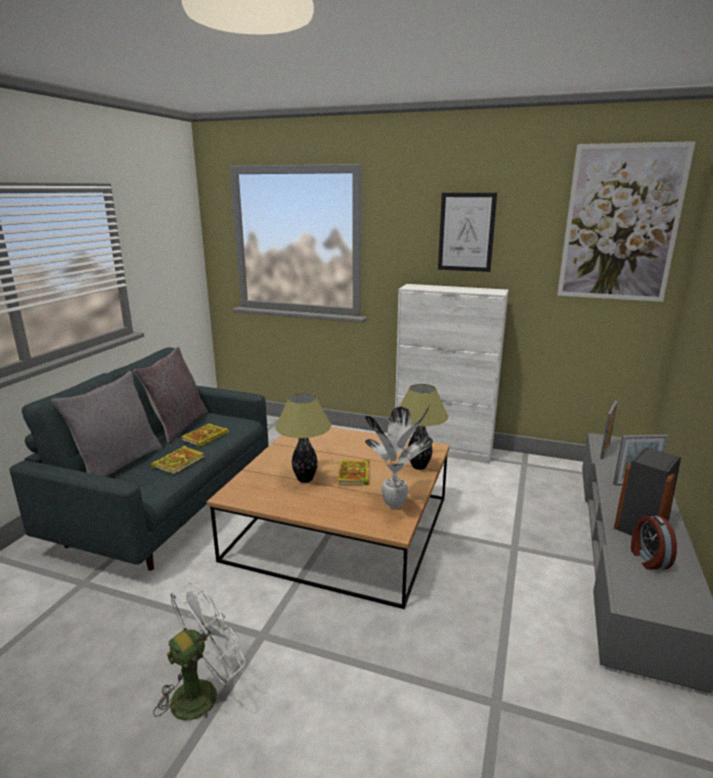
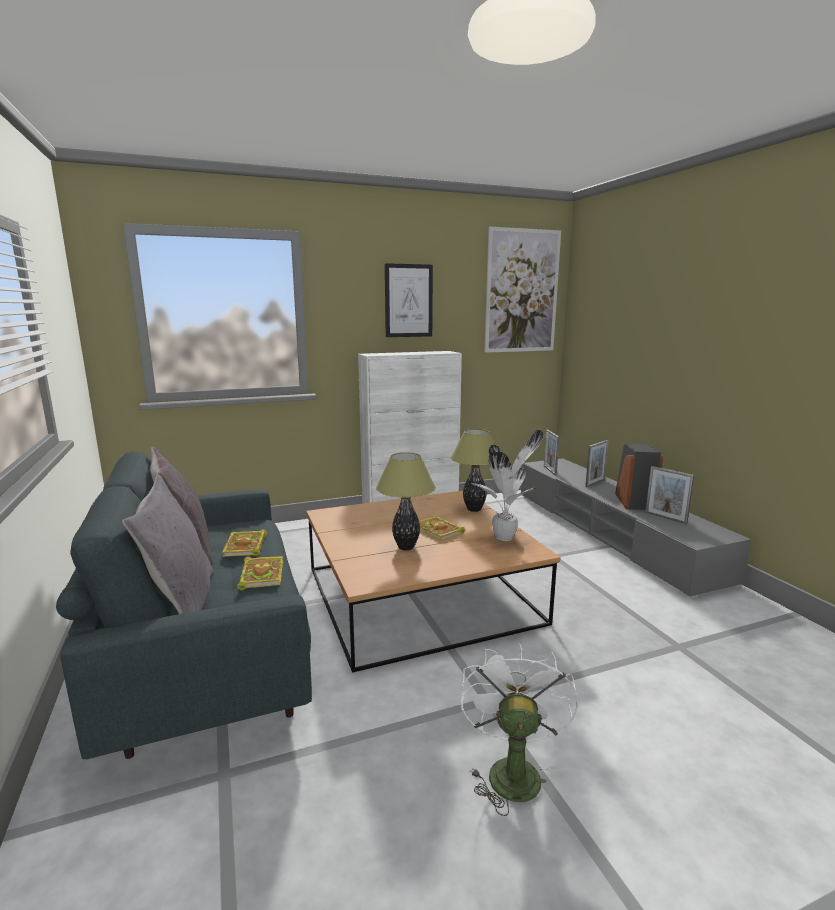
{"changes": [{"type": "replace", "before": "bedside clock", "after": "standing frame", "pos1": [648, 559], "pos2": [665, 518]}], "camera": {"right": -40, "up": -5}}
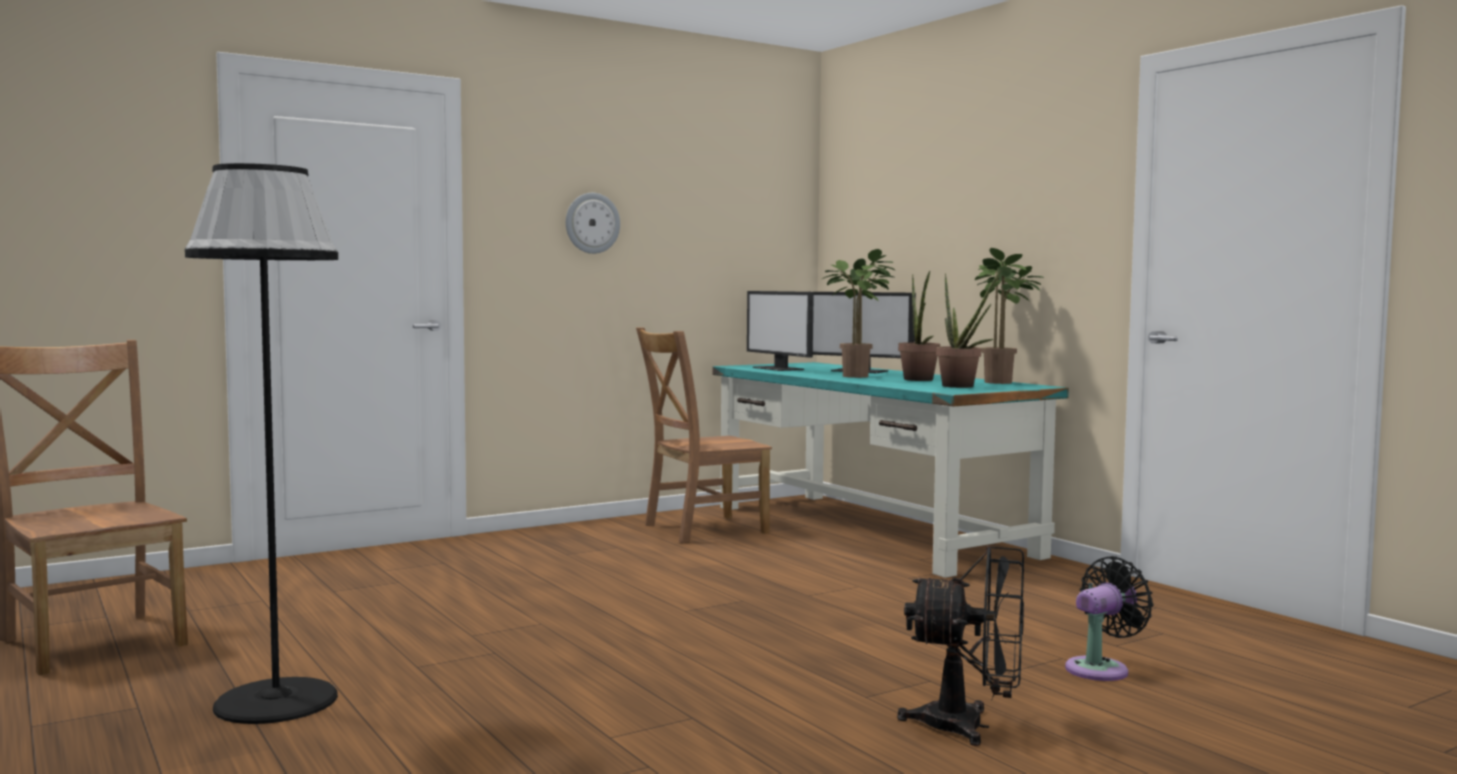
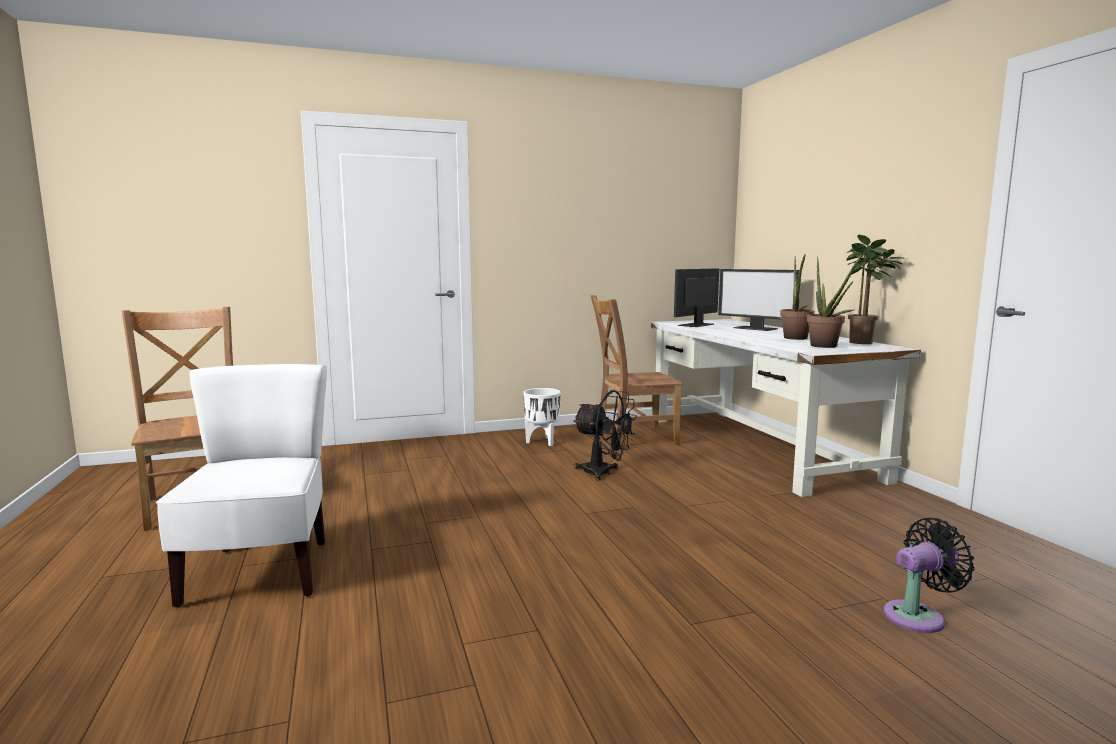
{"changes": [{"type": "replace", "before": "blackish standard lamp", "after": "whitish plain chair", "pos1": [276, 701], "pos2": [261, 572]}, {"type": "delete", "before": "wall clock", "pos1": [592, 223]}, {"type": "recolor", "before": "turquoise desk table", "after": "whitish desk table", "pos1": [871, 530], "pos2": [757, 447]}, {"type": "rotate", "before": "monitor", "pos1": [779, 368], "pos2": [696, 325], "turn": 60}, {"type": "delete", "before": "potted plant", "pos1": [860, 376]}, {"type": "move", "before": "blackish cooling fan", "pos1": [970, 726], "pos2": [604, 473]}, {"type": "insert", "after": "whitish flower pot", "pos2": [542, 442]}], "camera": {"right": 15, "up": 5}}
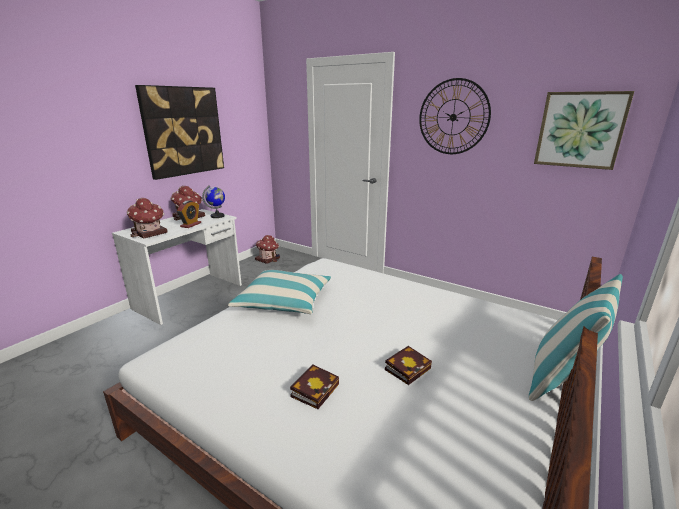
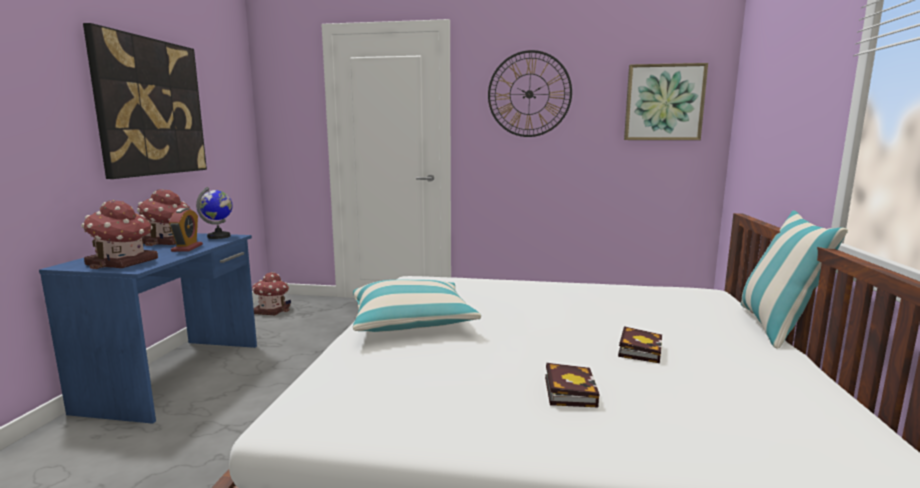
{"changes": [{"type": "recolor", "before": "whitish desk table", "after": "blue-coloured desk table", "pos1": [190, 296], "pos2": [177, 375]}], "camera": {"right": -25, "up": -10}}
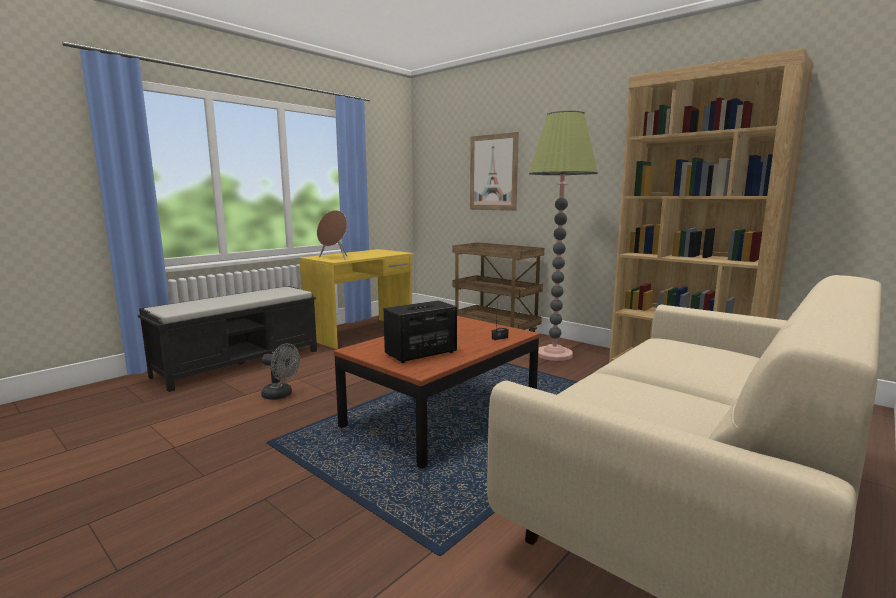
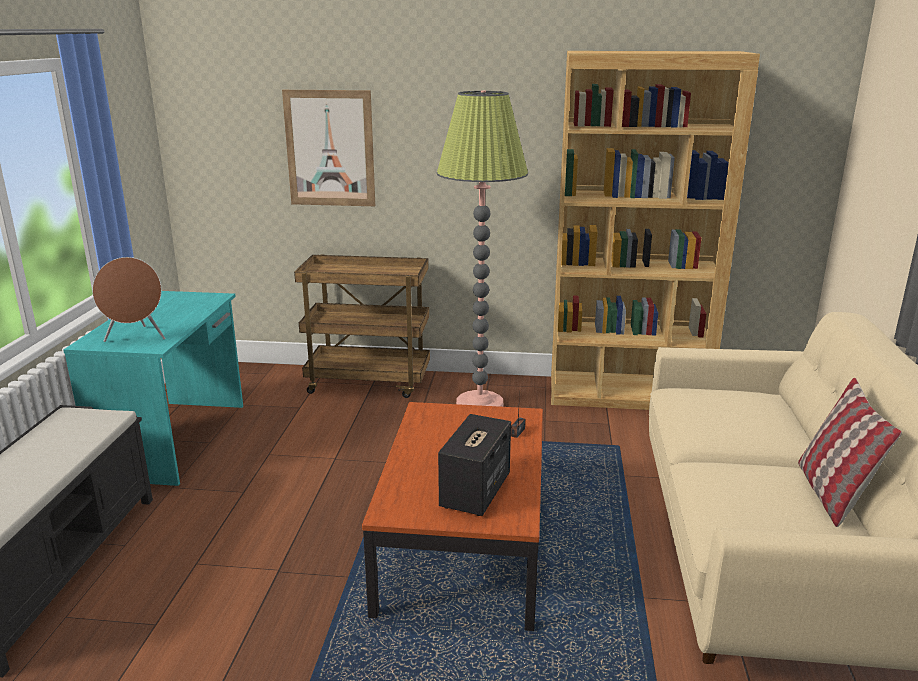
{"changes": [{"type": "delete", "before": "gray cooling fan", "pos1": [281, 395]}, {"type": "recolor", "before": "yellow desk table", "after": "turquoise desk table", "pos1": [361, 333], "pos2": [176, 439]}, {"type": "insert", "after": "throw pillow", "pos2": [832, 494]}], "camera": {"right": -35, "up": 10}}
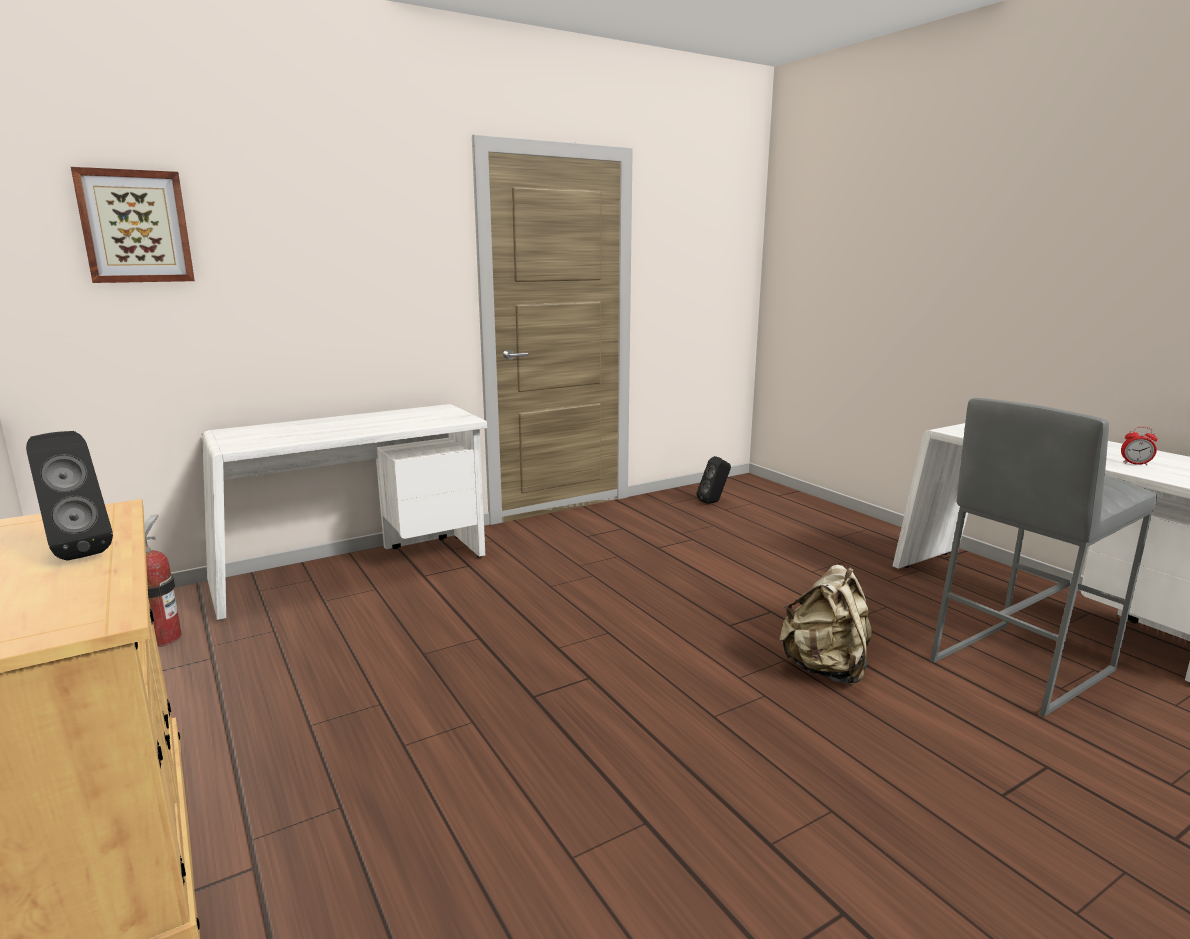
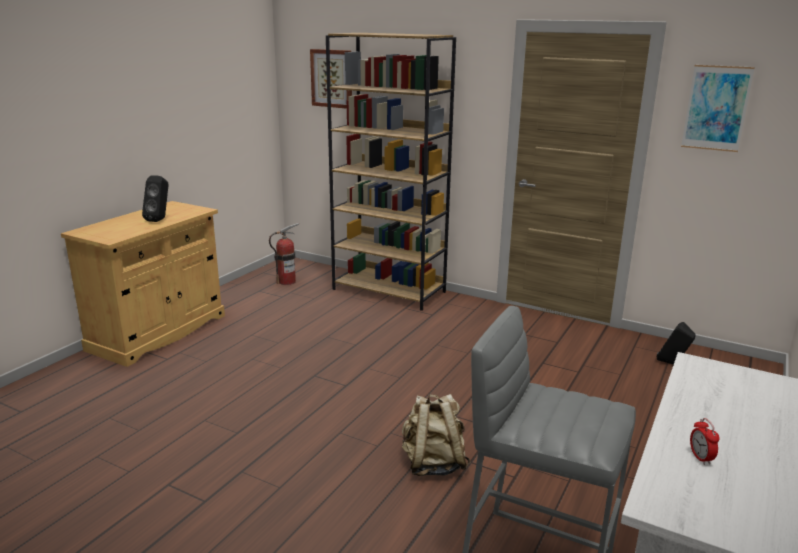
{"changes": [{"type": "replace", "before": "whitish desk table", "after": "brownish shelving unit", "pos1": [354, 570], "pos2": [389, 290]}, {"type": "insert", "after": "wall picture", "pos2": [716, 108]}], "camera": {"right": 60, "up": 5}}
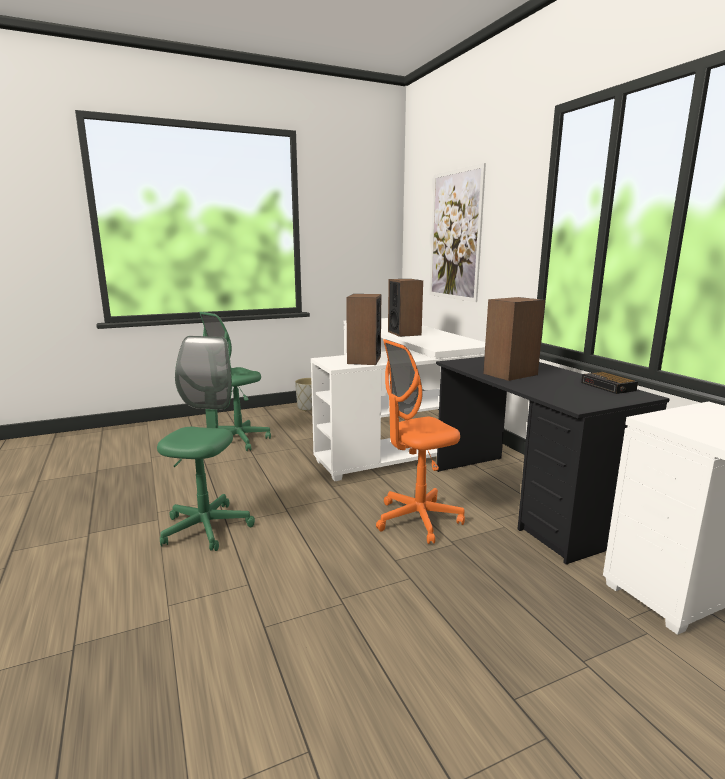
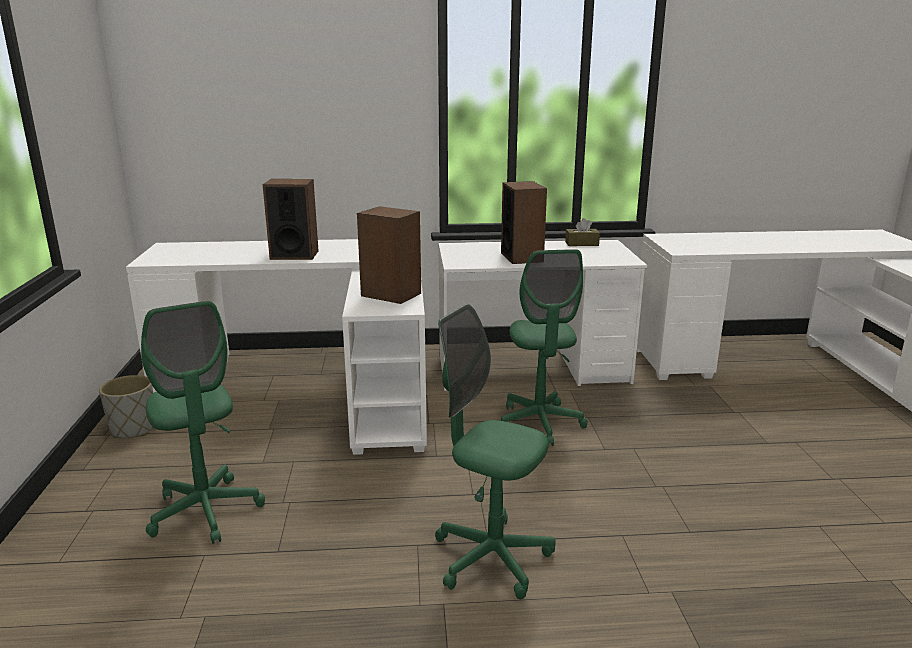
{"changes": [{"type": "recolor", "before": "orange-coloured office chair", "after": "greenish office chair", "pos1": [417, 520], "pos2": [539, 423]}, {"type": "delete", "before": "wall picture", "pos1": [455, 235]}, {"type": "recolor", "before": "blackish desk table", "after": "whitish desk table", "pos1": [525, 501], "pos2": [532, 370]}, {"type": "replace", "before": "bedside clock", "after": "brownish tissue holder", "pos1": [609, 387], "pos2": [581, 244]}], "camera": {"right": -70, "up": 5}}
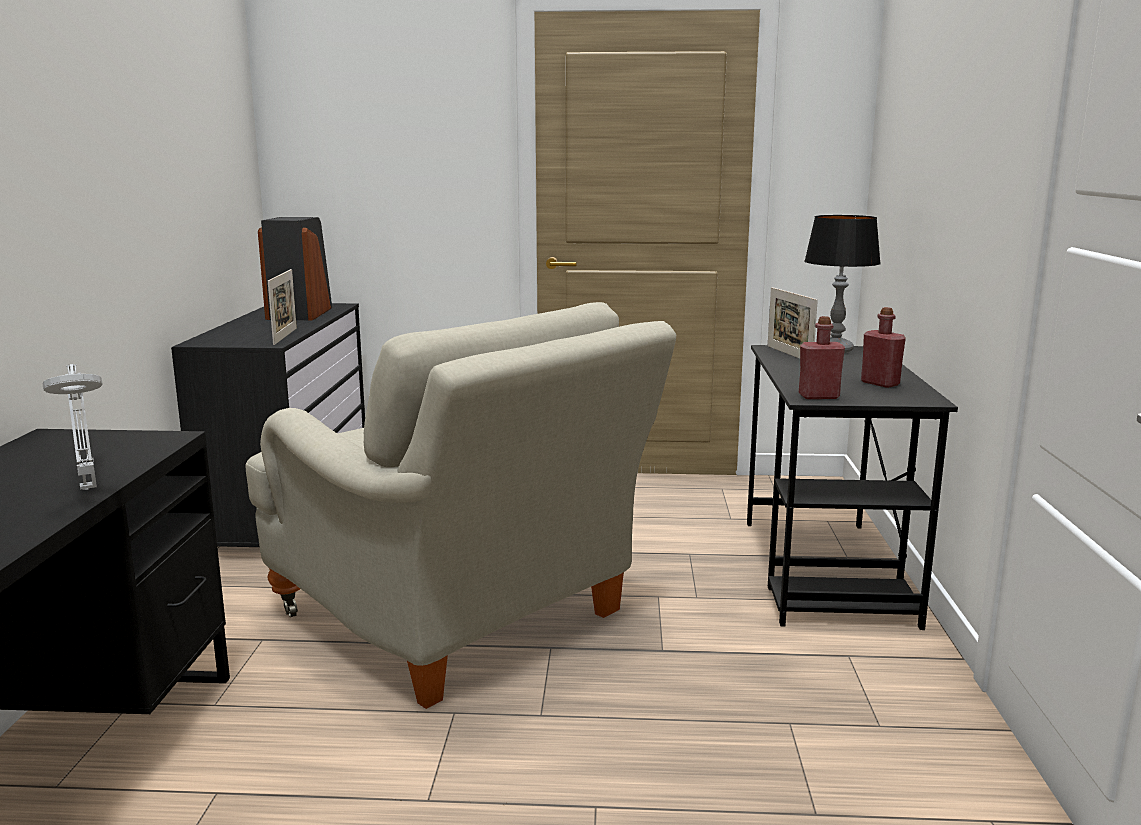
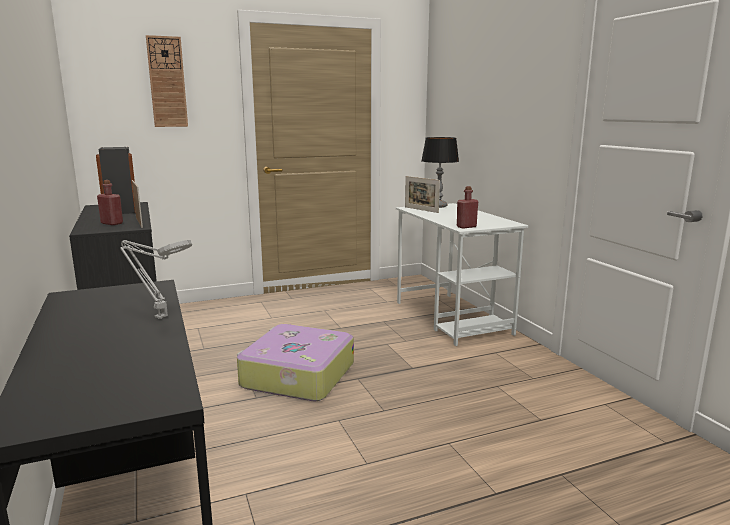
{"changes": [{"type": "replace", "before": "beige armchair", "after": "piece of luggage", "pos1": [461, 620], "pos2": [296, 375]}, {"type": "recolor", "before": "blackish desk table", "after": "whitish desk table", "pos1": [825, 571], "pos2": [452, 318]}, {"type": "move", "before": "reddish drink bottle", "pos1": [880, 383], "pos2": [112, 223]}, {"type": "insert", "after": "wall clock", "pos2": [167, 82]}], "camera": {"right": -25, "up": 0}}
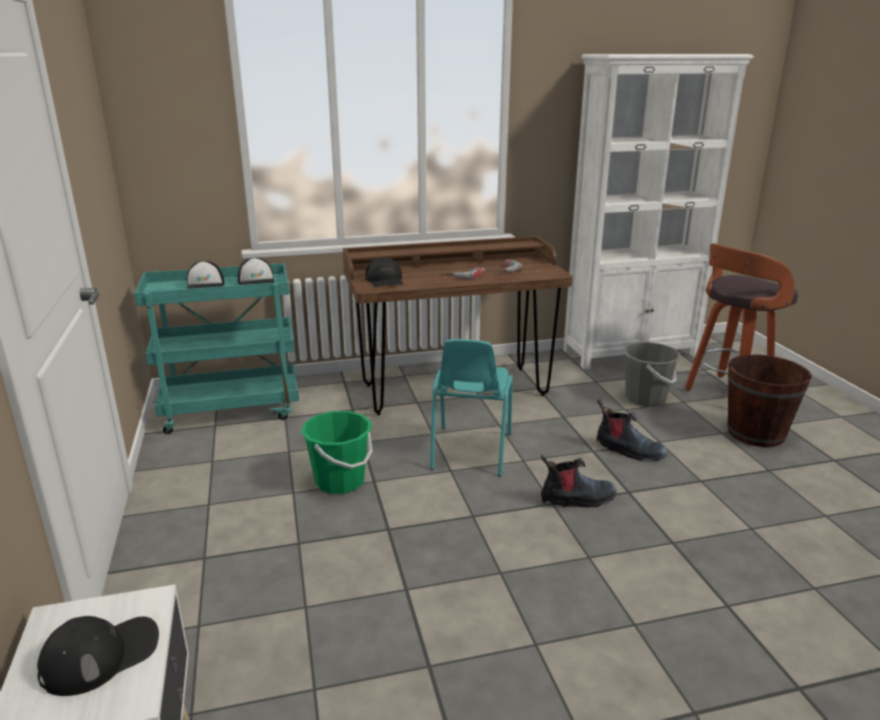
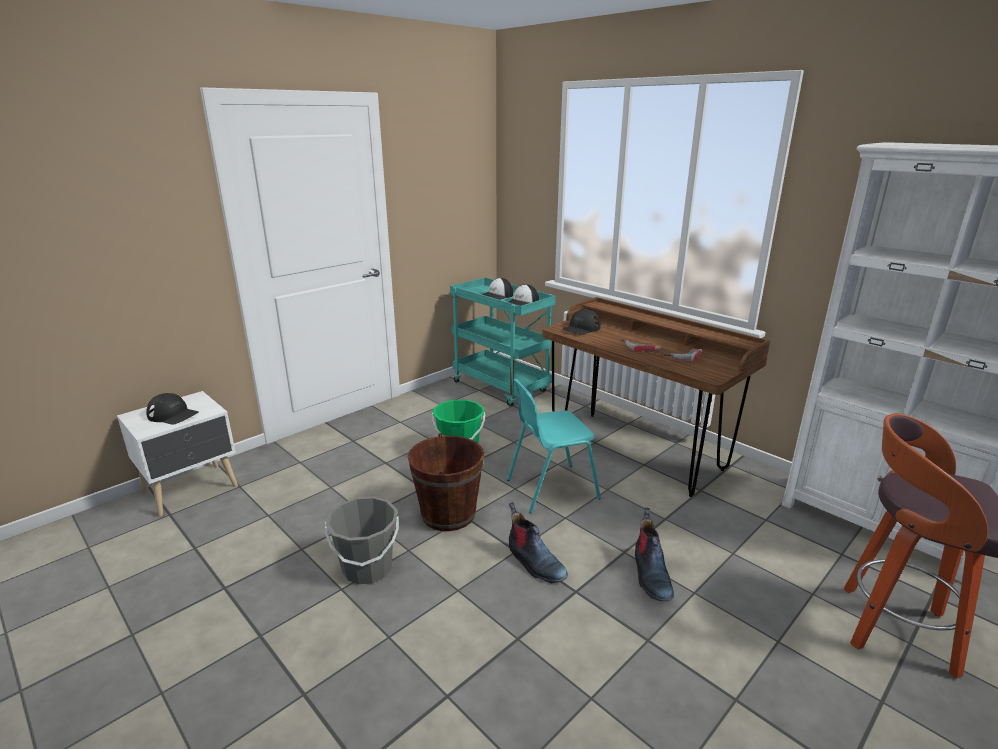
{"changes": [{"type": "move", "before": "gray bucket", "pos1": [645, 398], "pos2": [367, 568]}, {"type": "move", "before": "brownish bucket", "pos1": [756, 433], "pos2": [448, 514]}], "camera": {"right": 60, "up": 0}}
